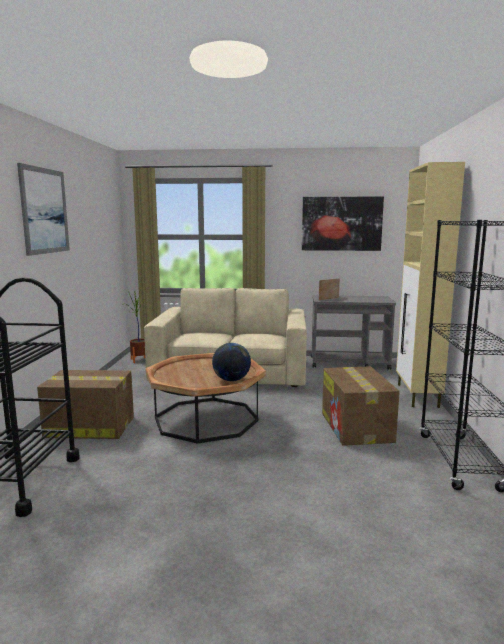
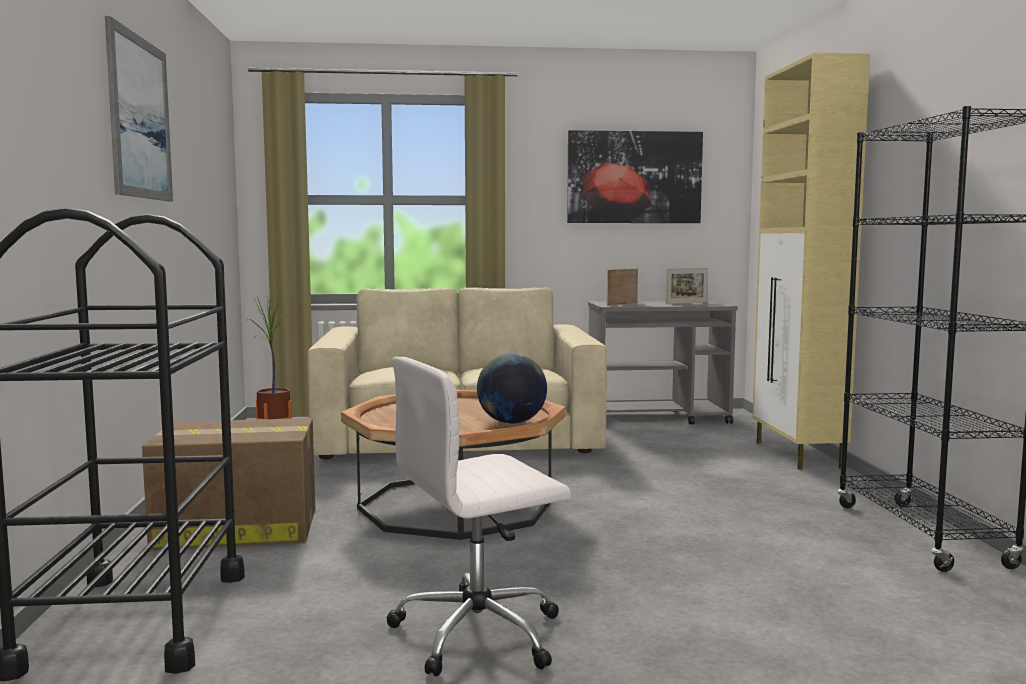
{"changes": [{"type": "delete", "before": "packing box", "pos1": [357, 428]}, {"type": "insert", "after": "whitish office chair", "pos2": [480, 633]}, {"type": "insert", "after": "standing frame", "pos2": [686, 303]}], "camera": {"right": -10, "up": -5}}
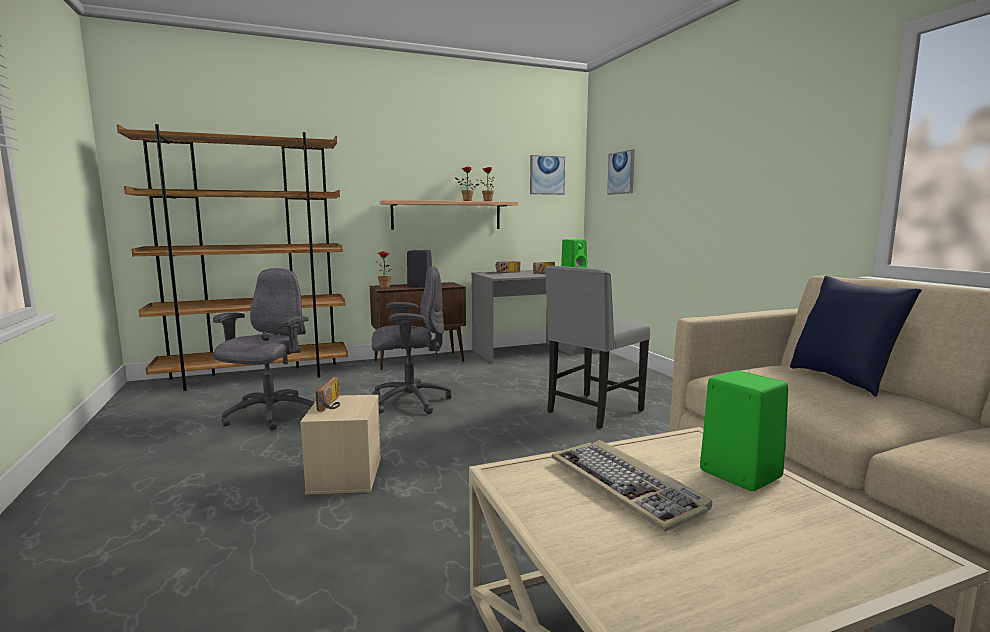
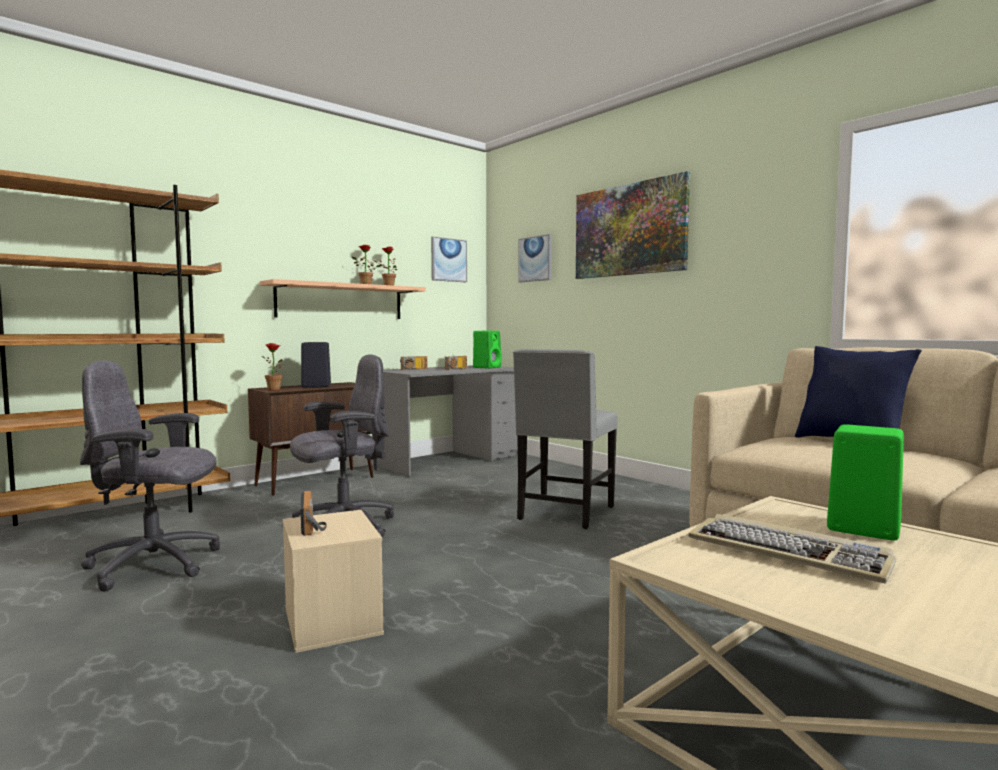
{"changes": [{"type": "rotate", "before": "gray office chair", "pos1": [269, 415], "pos2": [155, 565], "turn": -90}, {"type": "insert", "after": "wall picture", "pos2": [629, 230]}], "camera": {"right": -20, "up": -5}}
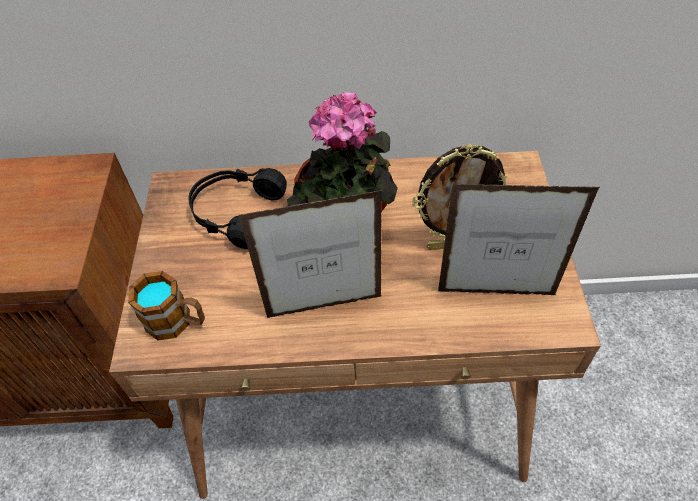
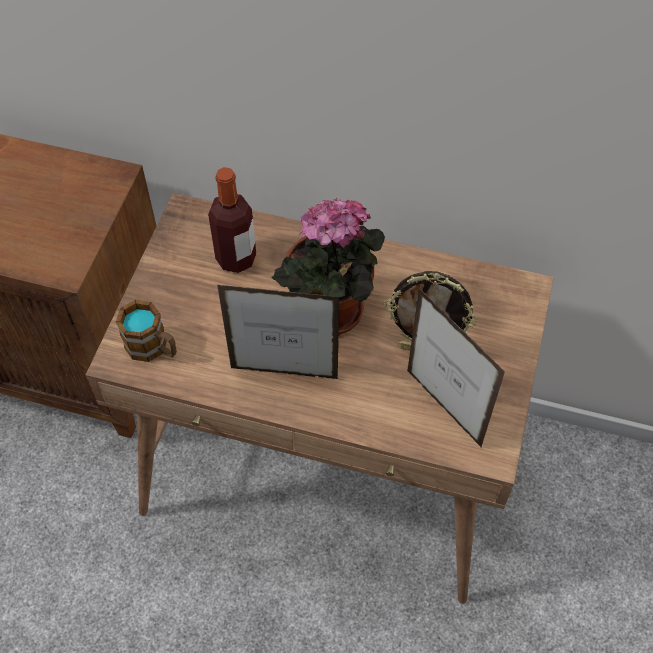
{"changes": [{"type": "replace", "before": "blackish headset", "after": "drink bottle", "pos1": [236, 213], "pos2": [236, 258]}, {"type": "rotate", "before": "standing frame", "pos1": [496, 293], "pos2": [443, 408], "turn": -150}], "camera": {"right": 15, "up": 5}}
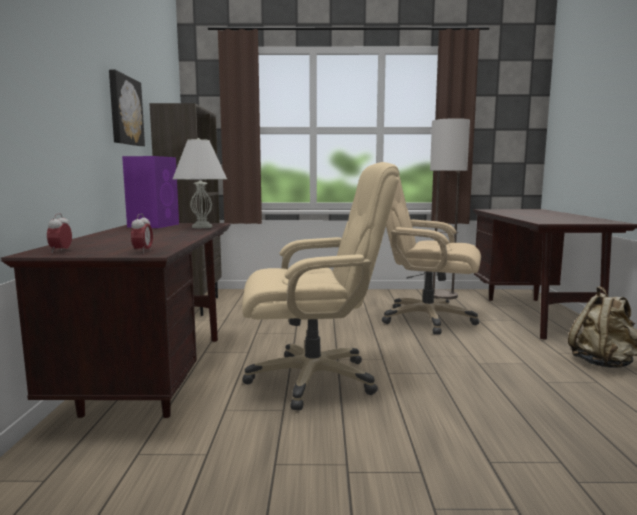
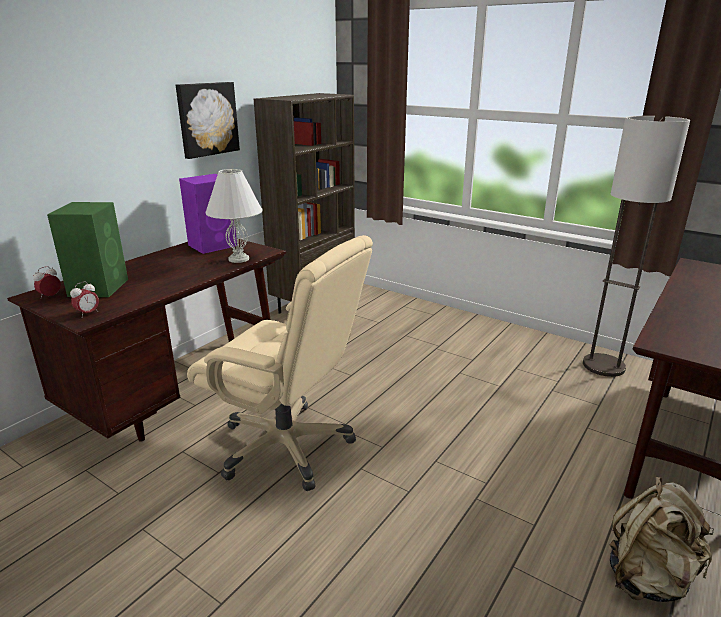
{"changes": [{"type": "delete", "before": "beige office chair", "pos1": [426, 319]}, {"type": "insert", "after": "greenish speaker", "pos2": [99, 287]}], "camera": {"right": 35, "up": 15}}
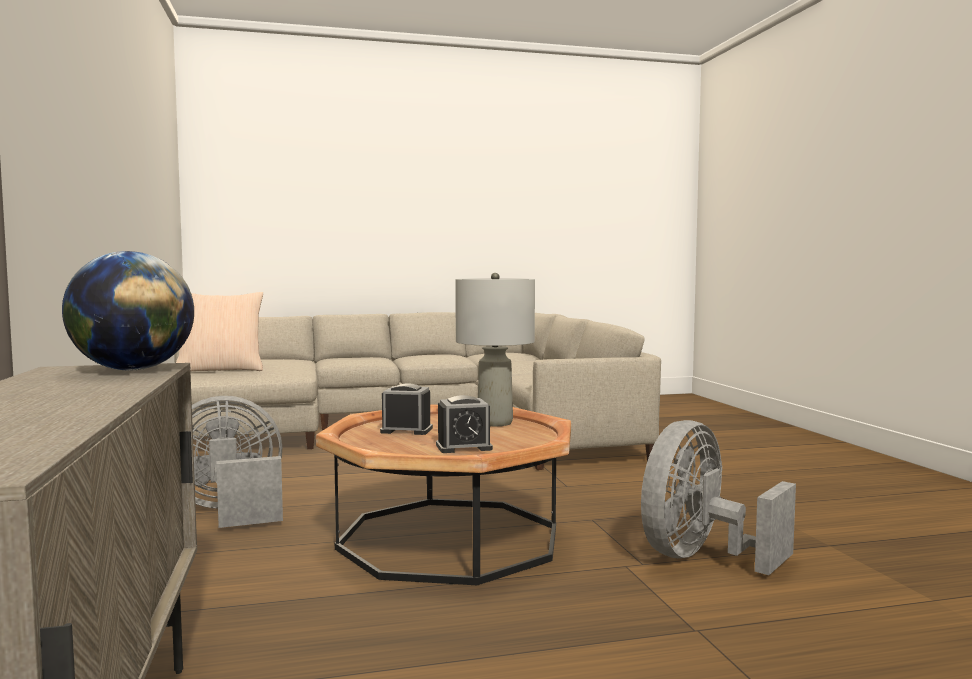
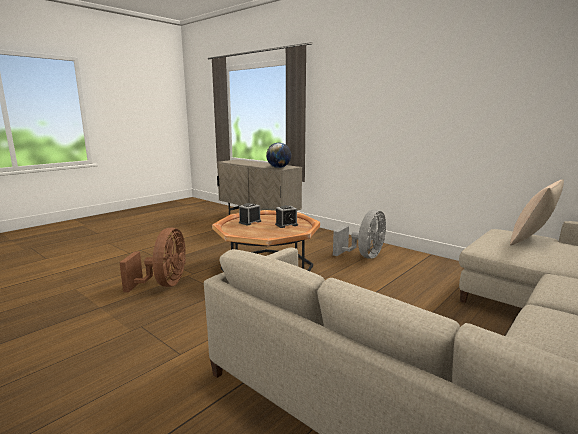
{"changes": [{"type": "delete", "before": "gray table lamp", "pos1": [495, 423]}, {"type": "recolor", "before": "gray cooling fan", "after": "brownish cooling fan", "pos1": [701, 557], "pos2": [164, 284]}], "camera": {"right": 145, "up": 10}}
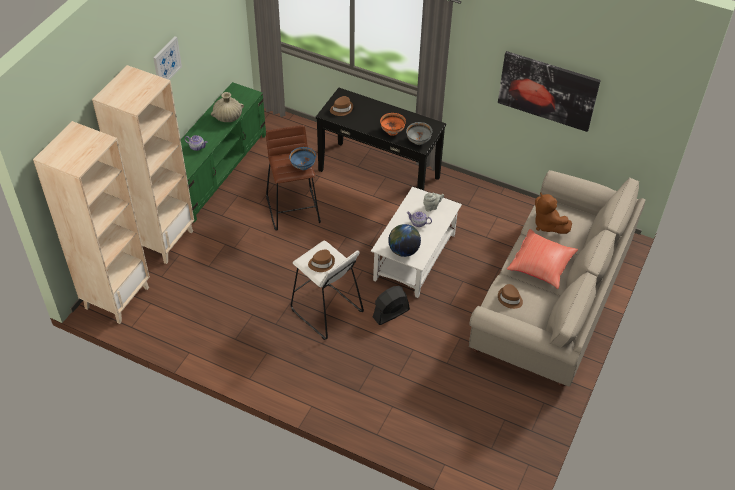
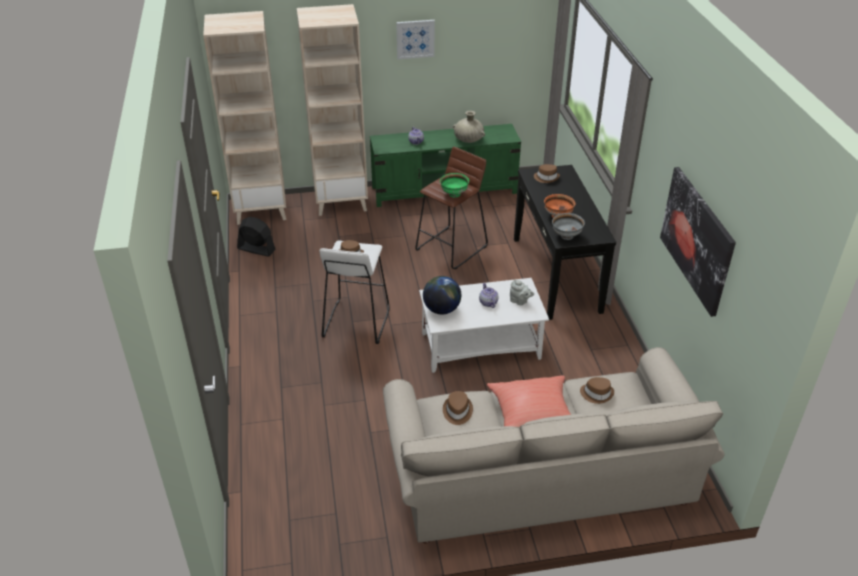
{"changes": [{"type": "recolor", "before": "blue-coloured serving bowl", "after": "greenish serving bowl", "pos1": [303, 167], "pos2": [454, 194]}, {"type": "move", "before": "blackish cooling fan", "pos1": [390, 313], "pos2": [256, 249]}, {"type": "replace", "before": "brownish soft toy", "after": "brownish hat", "pos1": [547, 225], "pos2": [597, 393]}], "camera": {"right": 55, "up": -10}}
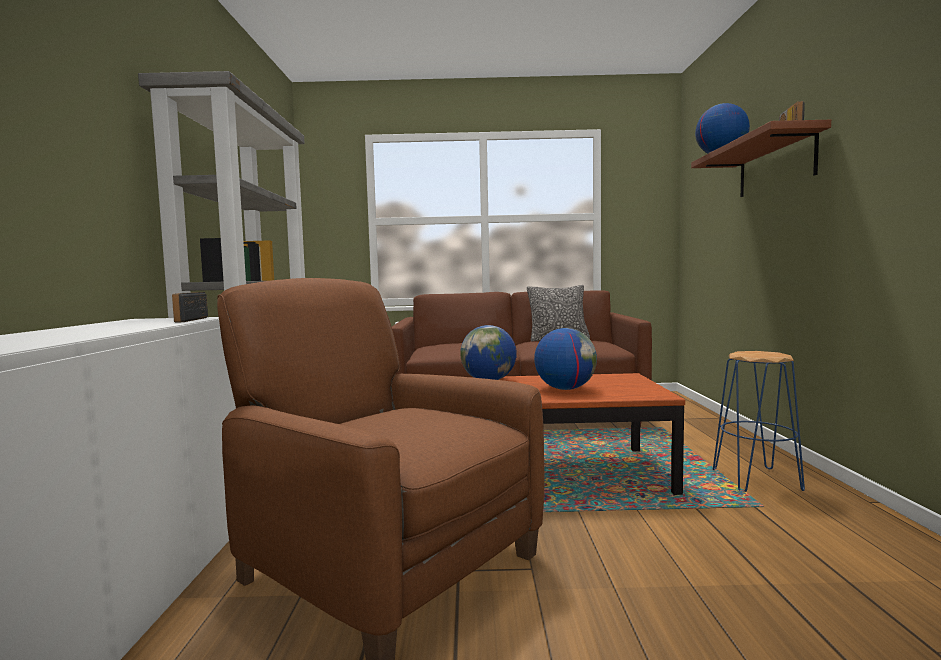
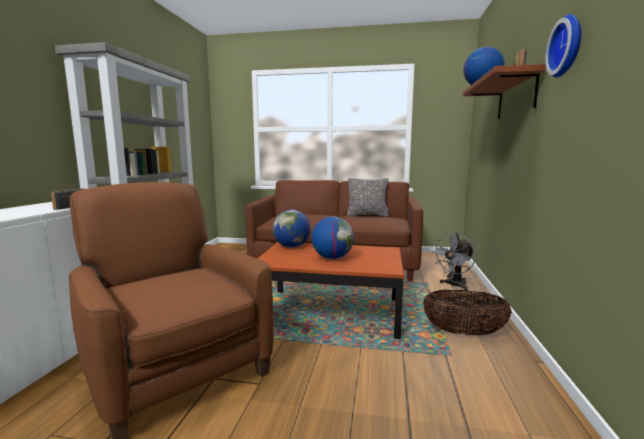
{"changes": [{"type": "replace", "before": "blue-coloured stool", "after": "household basket", "pos1": [757, 480], "pos2": [463, 333]}, {"type": "insert", "after": "gray cooling fan", "pos2": [454, 285]}, {"type": "insert", "after": "wall clock", "pos2": [568, 46]}], "camera": {"right": 10, "up": 5}}
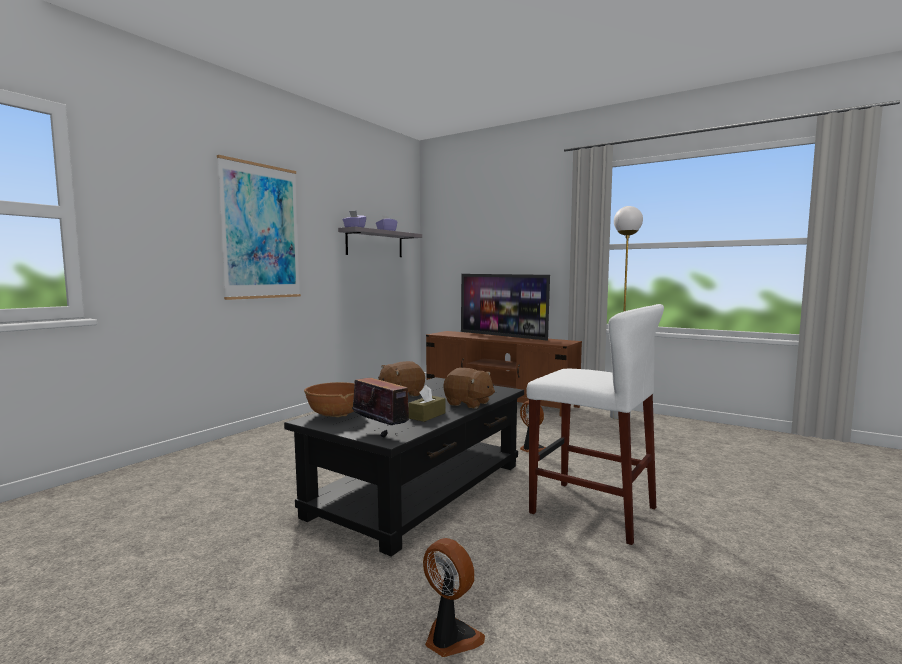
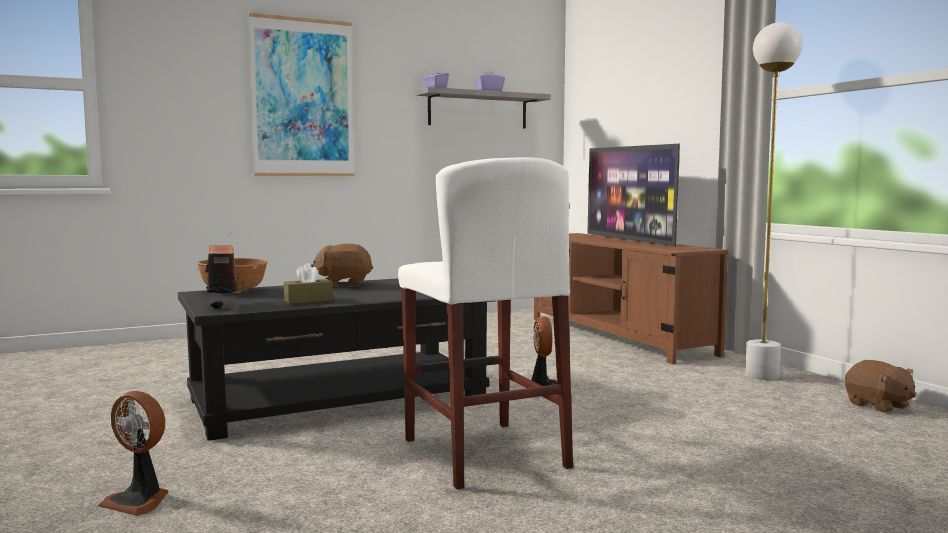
{"changes": [{"type": "rotate", "before": "cooling fan", "pos1": [450, 638], "pos2": [139, 501], "turn": 135}, {"type": "move", "before": "brownish soft toy", "pos1": [468, 404], "pos2": [878, 406]}], "camera": {"right": 30, "up": 0}}
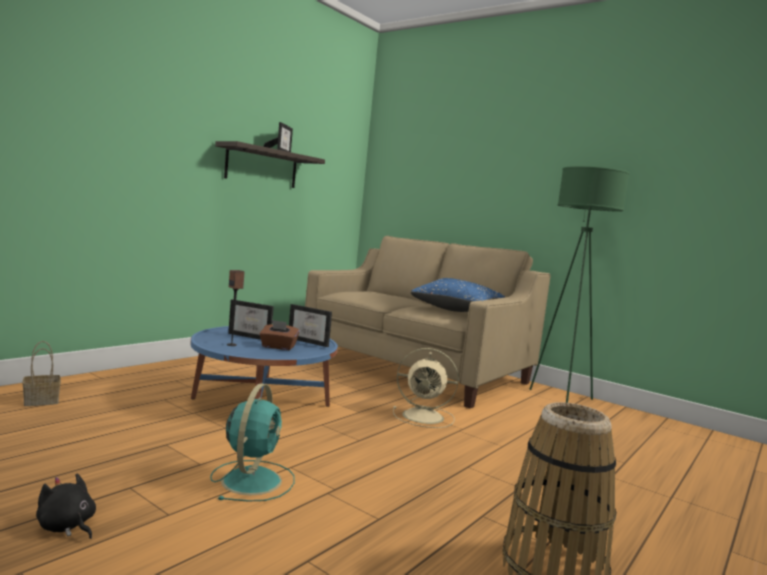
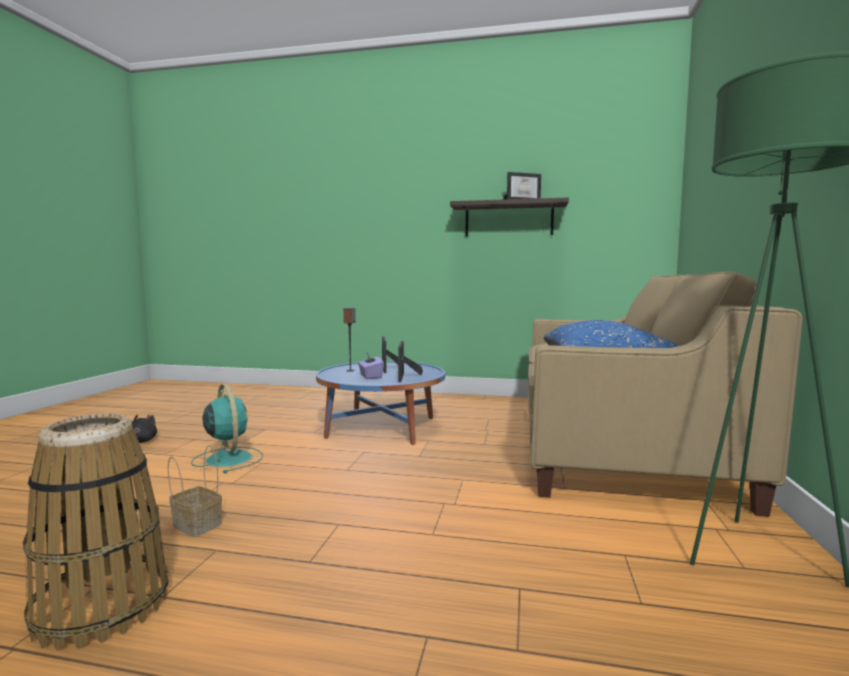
{"changes": [{"type": "move", "before": "household basket", "pos1": [40, 401], "pos2": [195, 525]}, {"type": "rotate", "before": "turquoise cooling fan", "pos1": [252, 480], "pos2": [228, 459], "turn": -105}, {"type": "recolor", "before": "brownish tissue holder", "after": "purple tissue holder", "pos1": [278, 347], "pos2": [370, 376]}, {"type": "delete", "before": "beige cooling fan", "pos1": [425, 416]}], "camera": {"right": 65, "up": 0}}
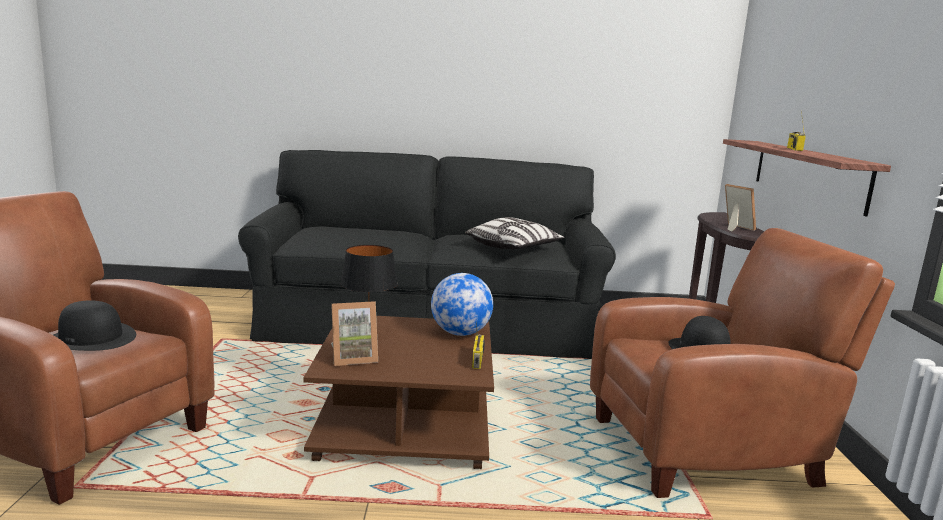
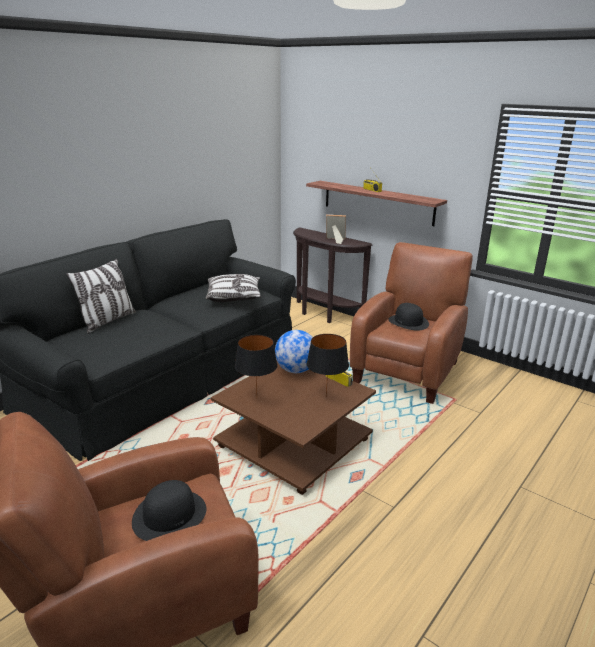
{"changes": [{"type": "delete", "before": "standing frame", "pos1": [353, 358]}, {"type": "insert", "after": "throw pillow", "pos2": [107, 321]}, {"type": "insert", "after": "blackish table lamp", "pos2": [326, 397]}], "camera": {"right": -50, "up": 10}}
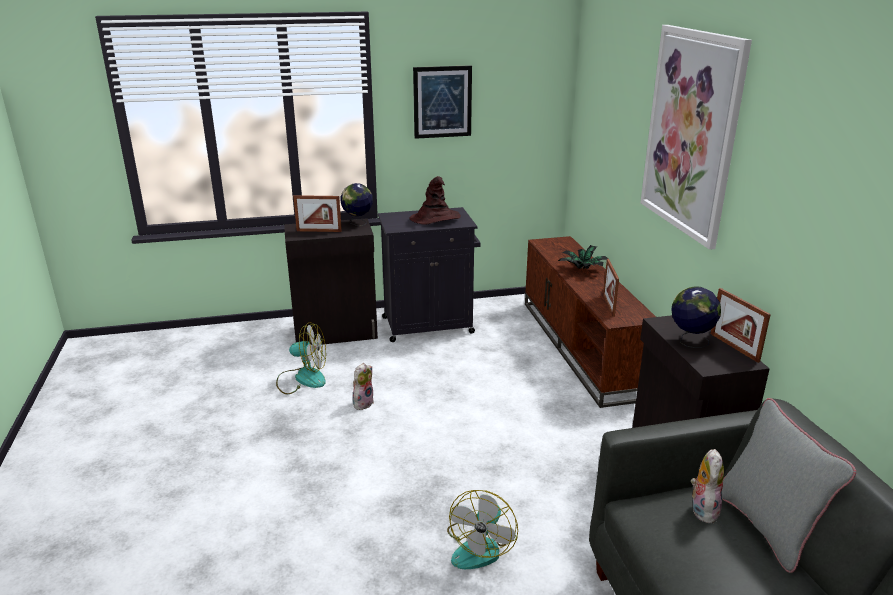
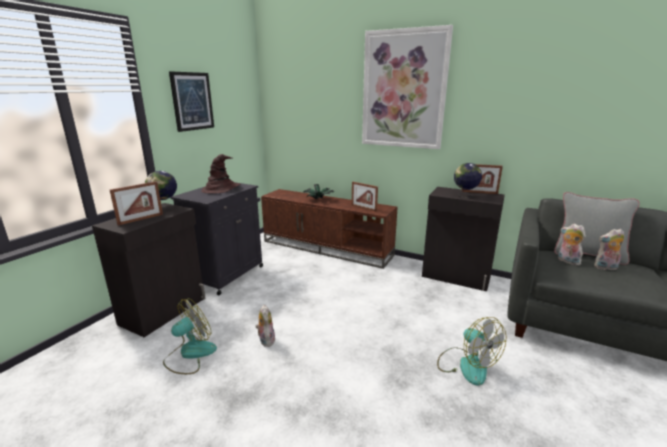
{"changes": [{"type": "insert", "after": "soft toy", "pos2": [605, 268]}], "camera": {"right": -50, "up": -5}}
